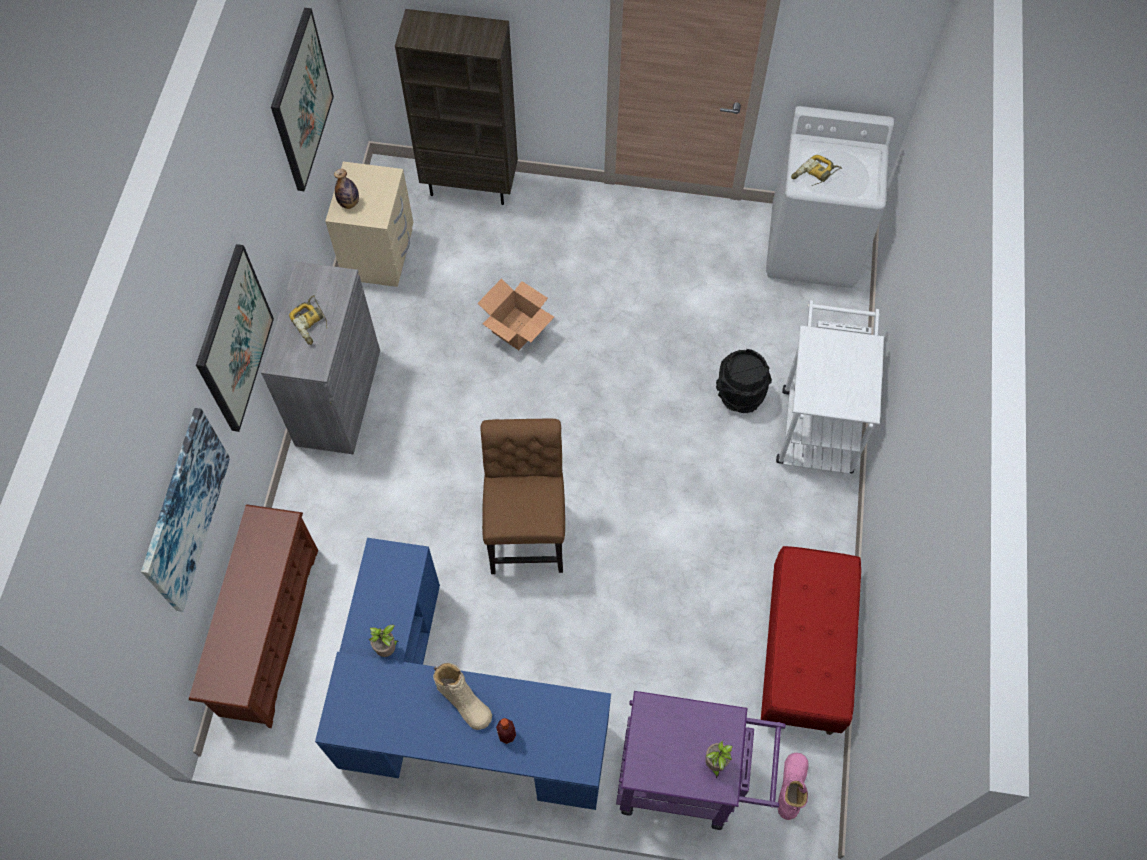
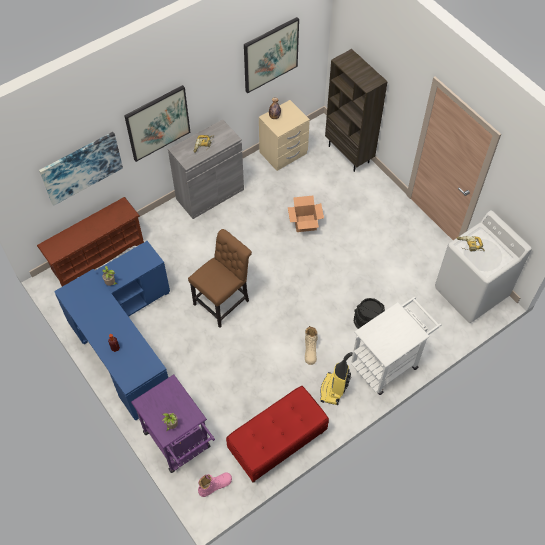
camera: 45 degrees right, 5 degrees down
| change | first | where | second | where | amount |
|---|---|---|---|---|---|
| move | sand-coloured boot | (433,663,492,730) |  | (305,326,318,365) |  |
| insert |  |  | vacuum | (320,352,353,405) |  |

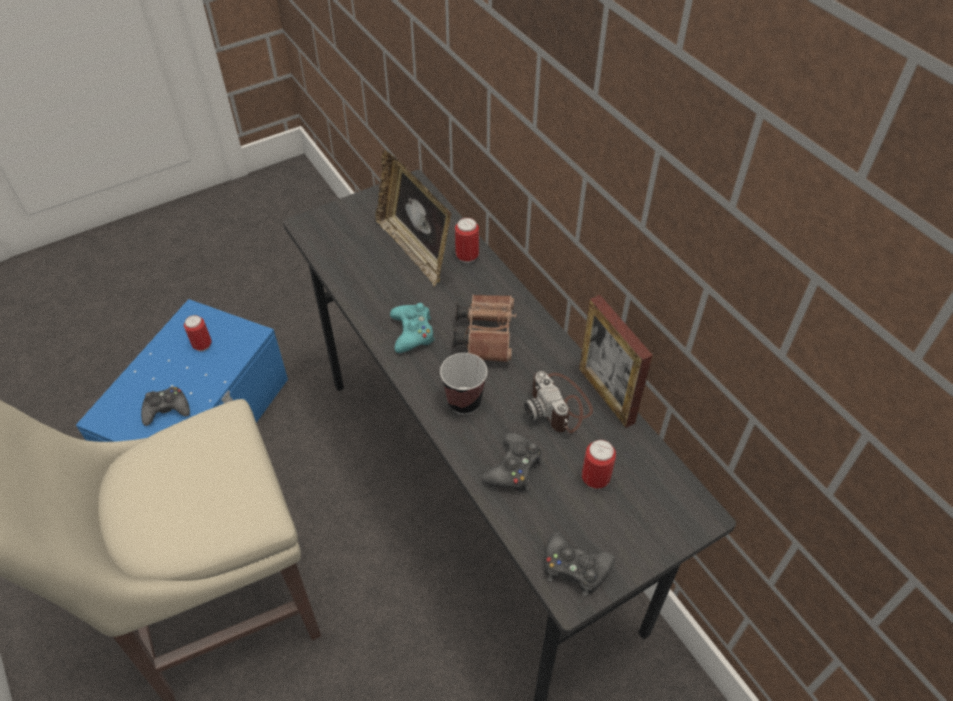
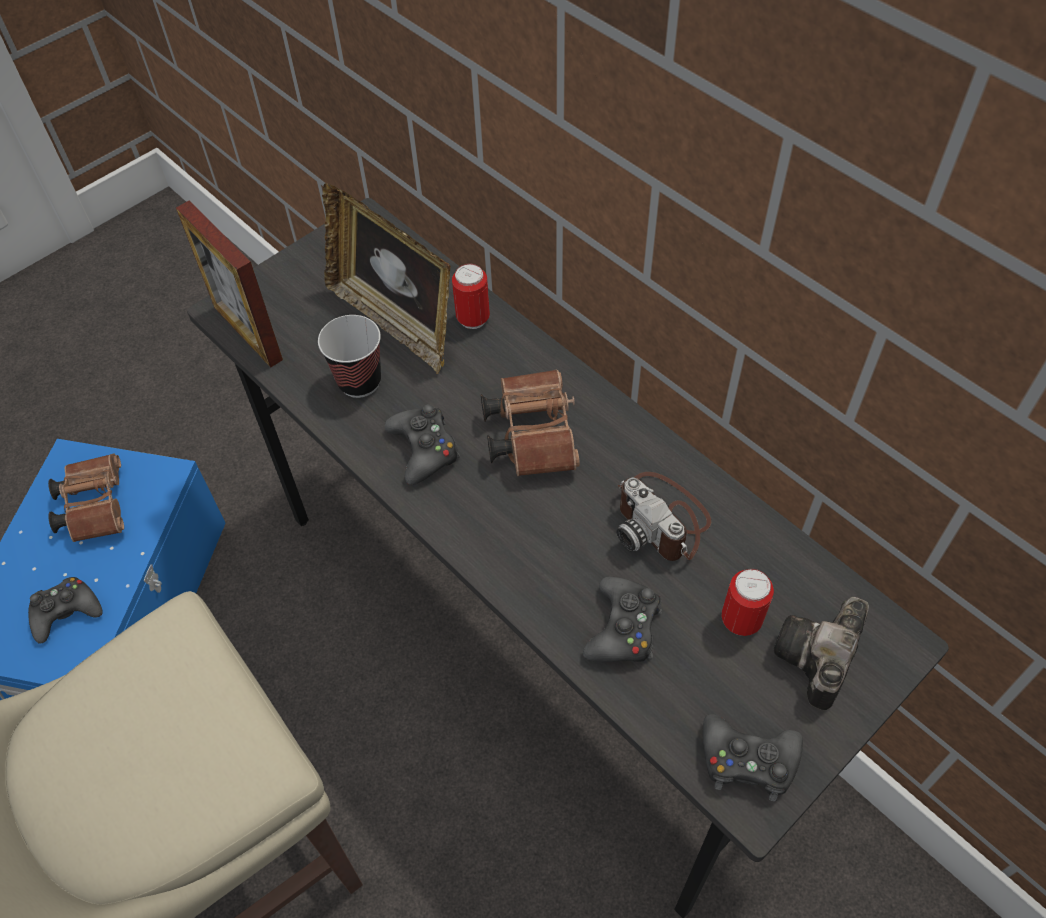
camera: 10 degrees left, 5 degrees up
| change | first | where | second | where | amount |
|---|---|---|---|---|---|
| move | photo frame | (579,295,653,428) |  | (176,200,283,368) |  |
| recolor | turquoise-coloured joypad | (390,303,435,353) | blackish joypad | (385,404,460,485) |  |
| replace | sealed can | (184,315,212,351) | brownish binoculars | (48,453,124,542) |  |
| move | drinking cup | (440,353,487,415) |  | (318,315,381,398) |  |
| insert |  |  | photo camera | (774,597,869,711) |  |

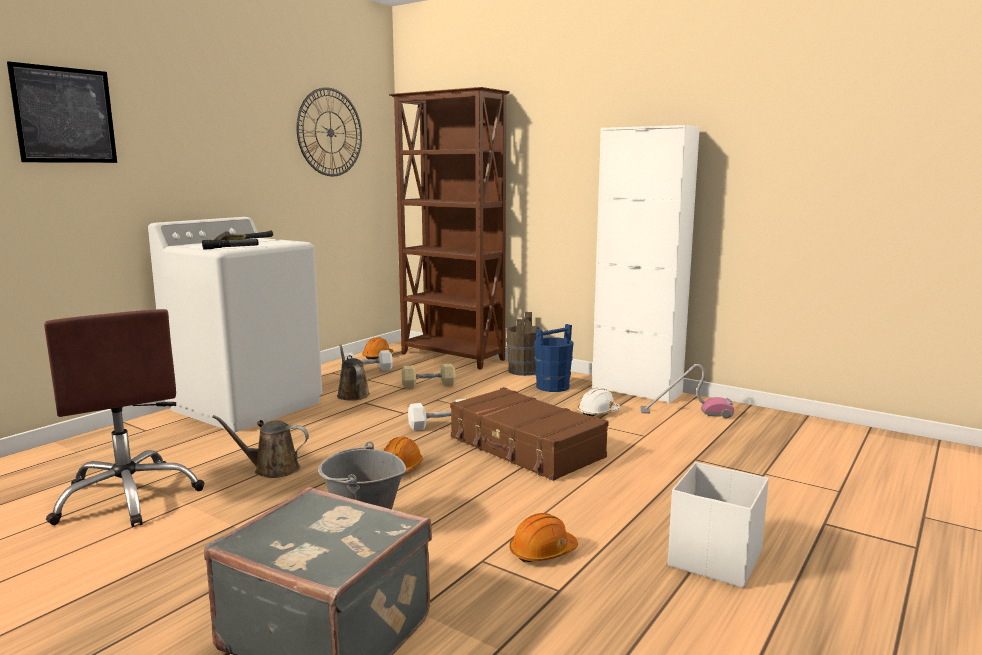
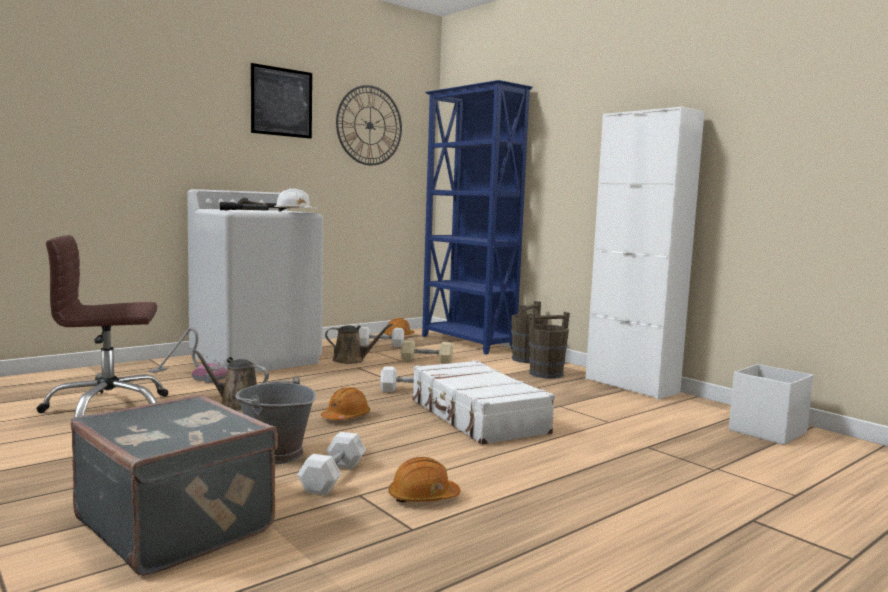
camera: 15 degrees right, 5 degrees down
| change | first | where | second | where | amount |
|---|---|---|---|---|---|
| move | wall picture | (7,61,117,163) |  | (251,63,312,139) |  |
| recolor | brownish shelving unit | (389,87,510,370) | blue-coloured shelving unit | (422,80,533,354) |  |
| rotate | brownish office chair | (44,309,204,527) |  | (37,235,168,417) | 90 degrees clockwise |
| recolor | blue-coloured water bucket | (534,324,574,392) | brownish water bucket | (529,312,570,378) |  |
| rotate | brownish watering can | (337,344,370,400) |  | (325,324,393,364) | 105 degrees clockwise |
| move | vacuum | (641,364,734,418) |  | (148,327,227,384) |  |
| recolor | brownish suitcase | (450,387,609,481) | whitish suitcase | (412,360,555,444) |  |
| move | whitish work helmet | (578,388,621,416) |  | (274,188,317,212) |  |
| move | whitish storage box | (667,462,769,588) |  | (729,364,813,445) |  |
| insert |  |  | whitish hand weight | (297,432,366,496) |  |

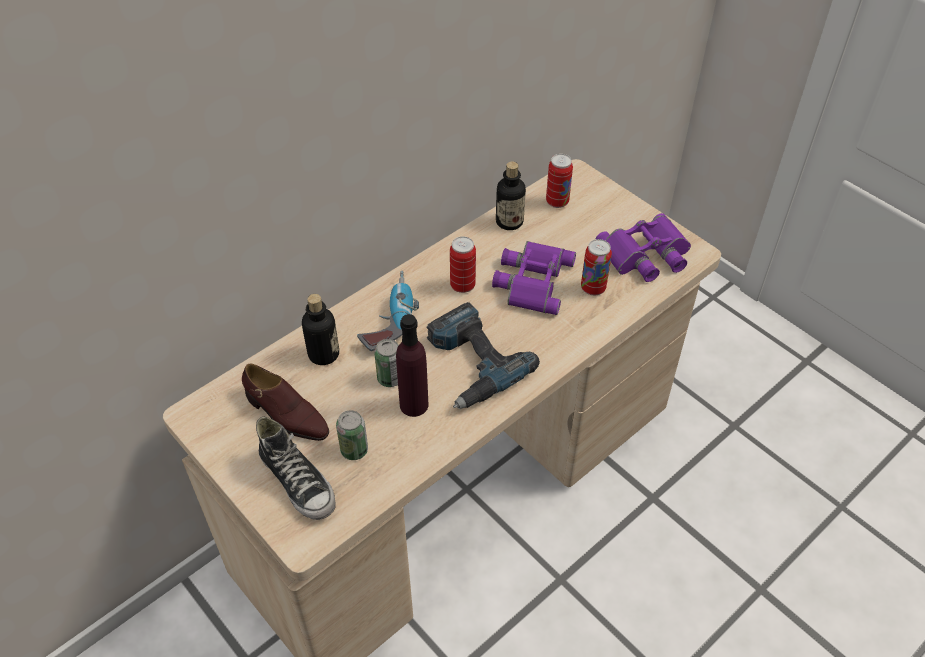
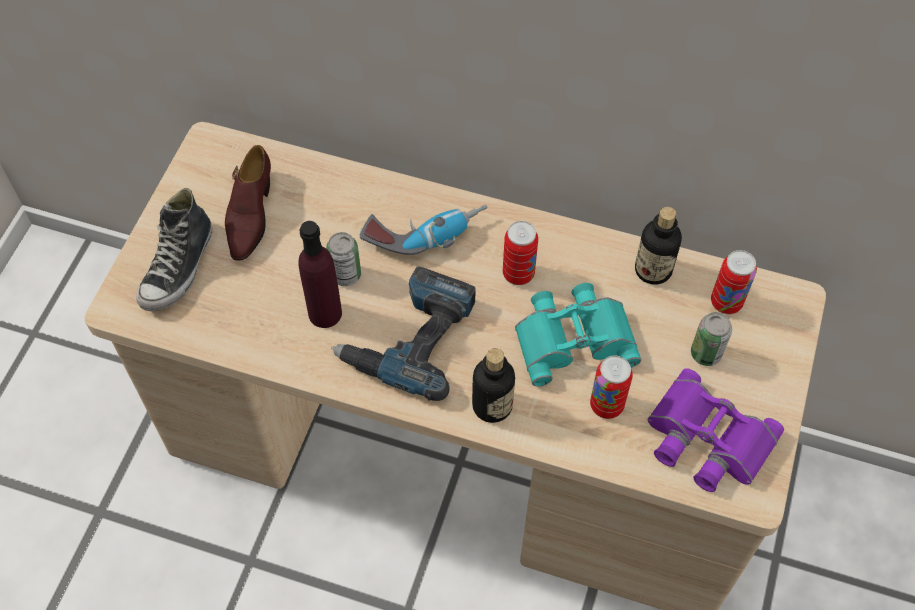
camera: 60 degrees right, 10 degrees up
| change | first | where | second | where | amount |
|---|---|---|---|---|---|
| recolor | purple-coloured binoculars | (492,241,576,315) | turquoise-coloured binoculars | (515,283,641,386) |  |
| move | drink bottle | (302,294,339,365) |  | (472,348,515,423) |  |
| move | sealed can | (336,410,368,460) |  | (691,312,732,366) |  |

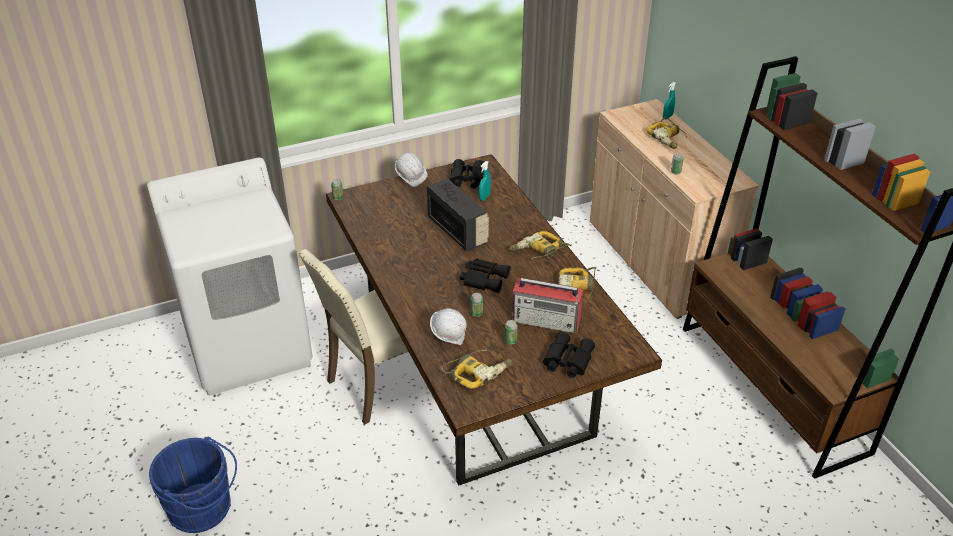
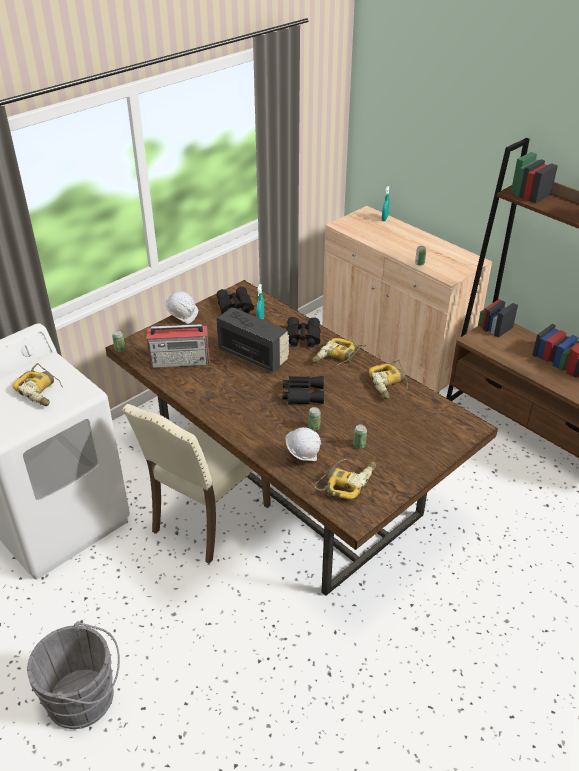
camera: 20 degrees left, 0 degrees up
| change | first | where | second | where | amount |
|---|---|---|---|---|---|
| move | electric drill | (646,117,687,149) |  | (12,363,63,406) |  |
| move | radio receiver | (512,278,583,333) |  | (147,324,209,368) |  |
| move | blackish binoculars | (543,332,595,378) |  | (286,317,321,347) |  |
| recolor | blue-coloured water bucket | (149,437,237,533) | gray water bucket | (27,622,120,729) |  |

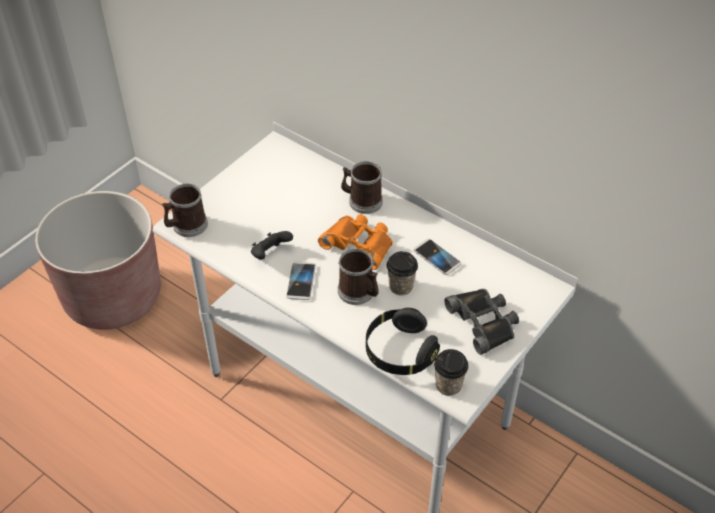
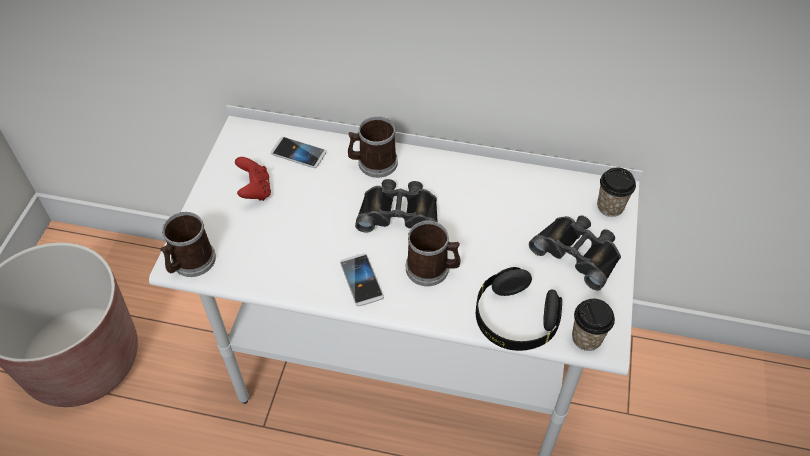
camera: 25 degrees left, 5 degrees up
| change | first | where | second | where | amount |
|---|---|---|---|---|---|
| recolor | orangey binoculars | (318,214,393,270) | blackish binoculars | (355,179,438,233) |  |
| delete | blackish joypad | (251,231,293,259) |  |  |  |
| move | telephone | (413,239,461,275) |  | (271,137,326,168) |  |
| move | drinking cup | (387,251,418,296) |  | (597,168,636,217) |  |
| insert |  |  | reddish joypad | (235,157,271,201) |  |

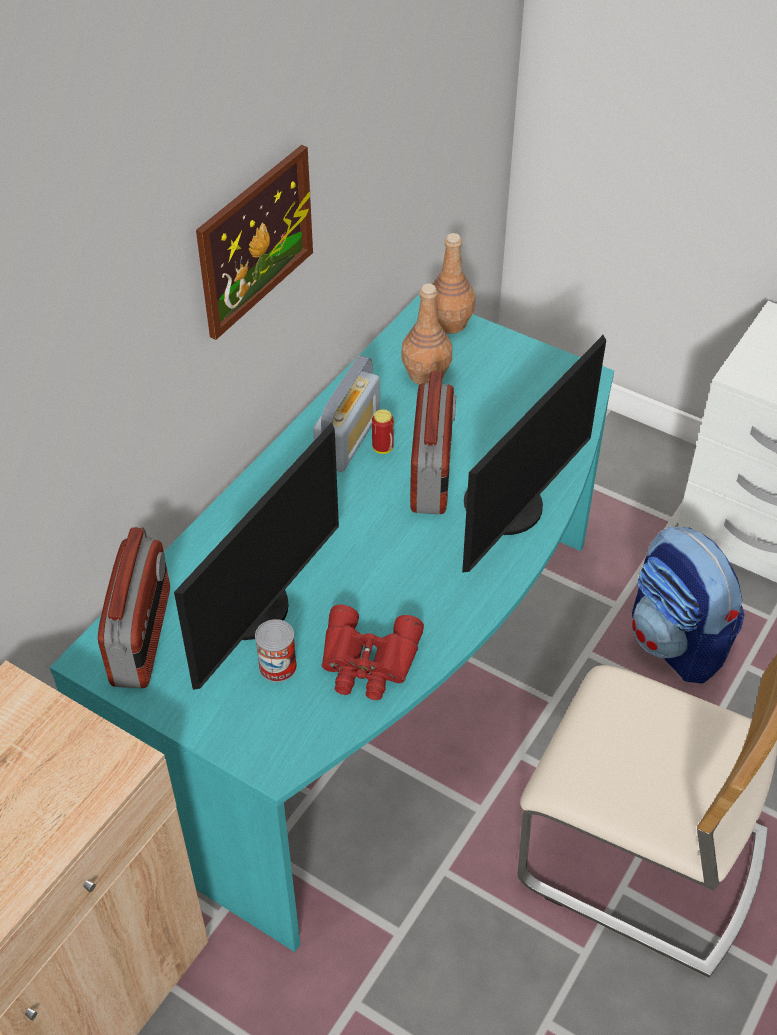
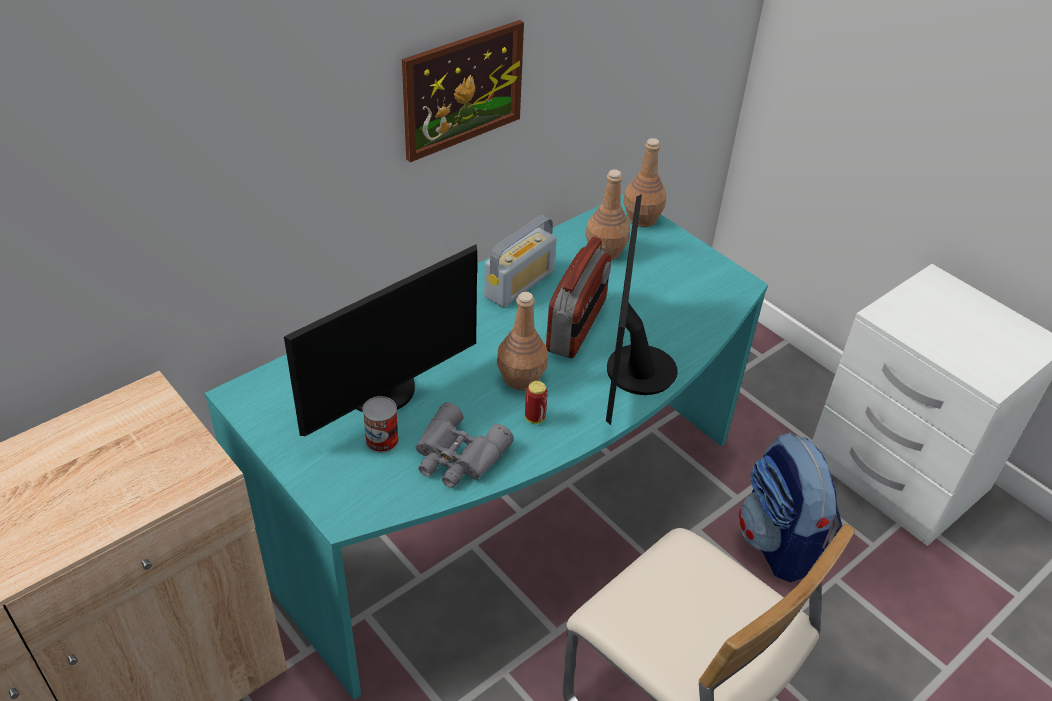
camera: 15 degrees right, 5 degrees down
| change | first | where | second | where | amount |
|---|---|---|---|---|---|
| rotate | computer screen | (462,335,606,573) |  | (606,194,678,425) | 135 degrees clockwise |
| move | sealed can | (372,409,394,454) |  | (525,381,548,424) |  |
| delete | radio receiver | (98,527,170,688) |  |  |  |
| recolor | reddish binoculars | (322,605,424,700) | gray binoculars | (416,402,514,488) |  |
| insert |  |  | brownish drink bottle | (497,292,548,390) |  |

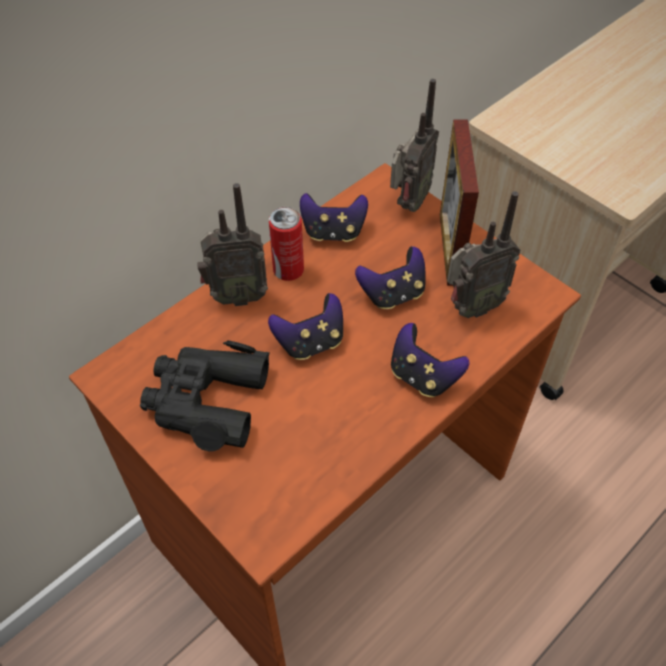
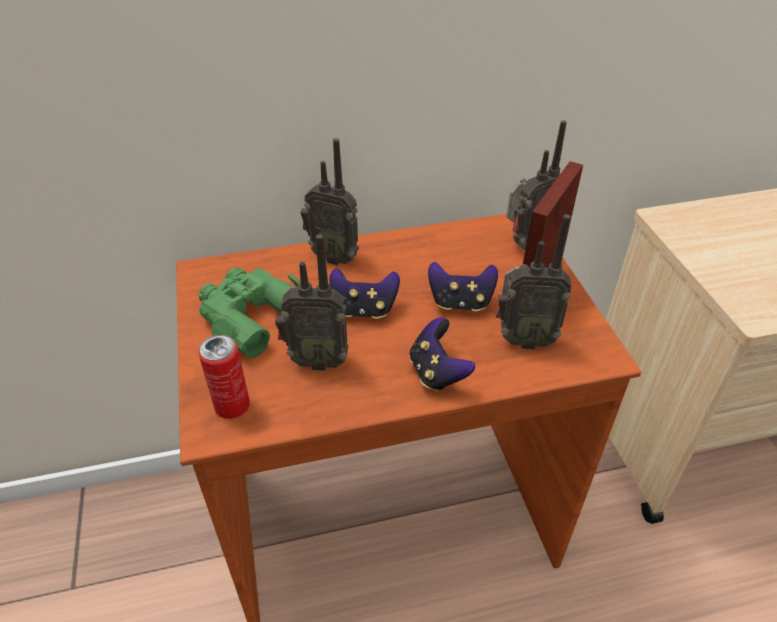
camera: 30 degrees right, 10 degrees down
| change | first | where | second | where | amount |
|---|---|---|---|---|---|
| delete | joypad | (300,193,368,242) |  |  |  |
| move | sealed can | (269,207,304,281) |  | (199,335,250,419) |  |
| recolor | blackish binoculars | (140,340,270,451) | greenish binoculars | (198,267,301,358) |  |
| insert |  |  | radio receiver | (275,234,349,371) |  |

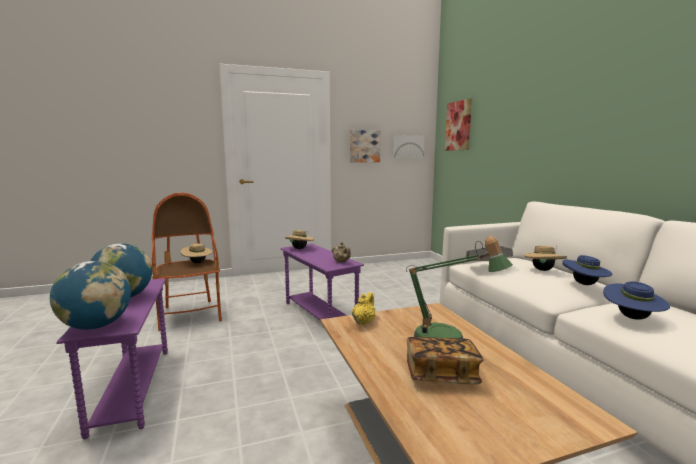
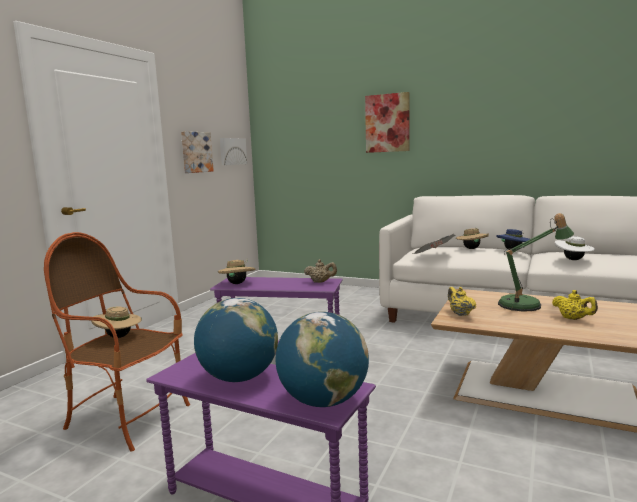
camera: 45 degrees left, 0 degrees up
| change | first | where | second | where | amount |
|---|---|---|---|---|---|
| move | wall picture | (445,99,472,151) |  | (365,92,410,153) |  |
| recolor | blue-coloured clothing hat | (603,281,670,320) | whitish clothing hat | (555,236,595,260) |  |
| replace | bound book | (407,337,484,384) | yellow pot for tea | (552,290,598,320) |  |

